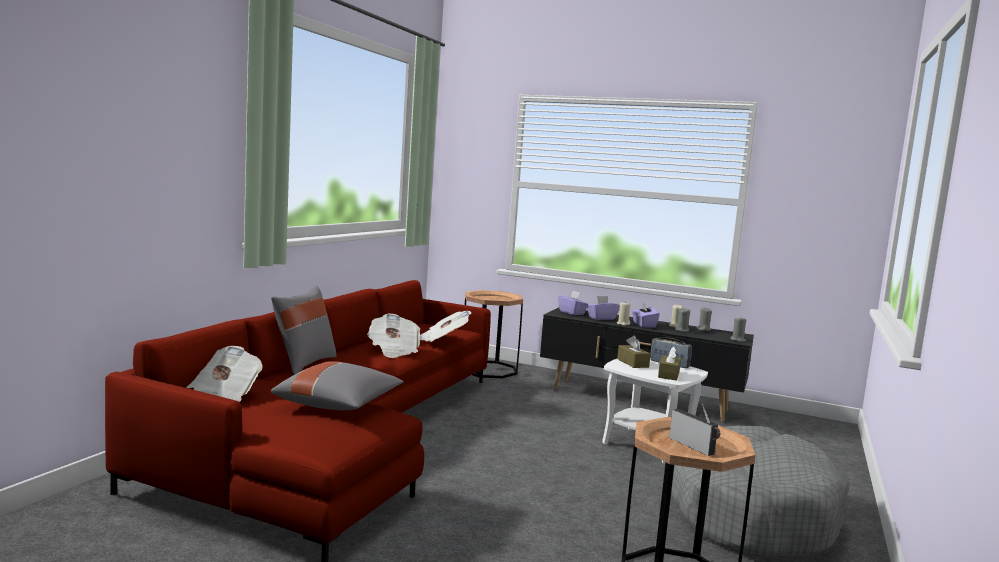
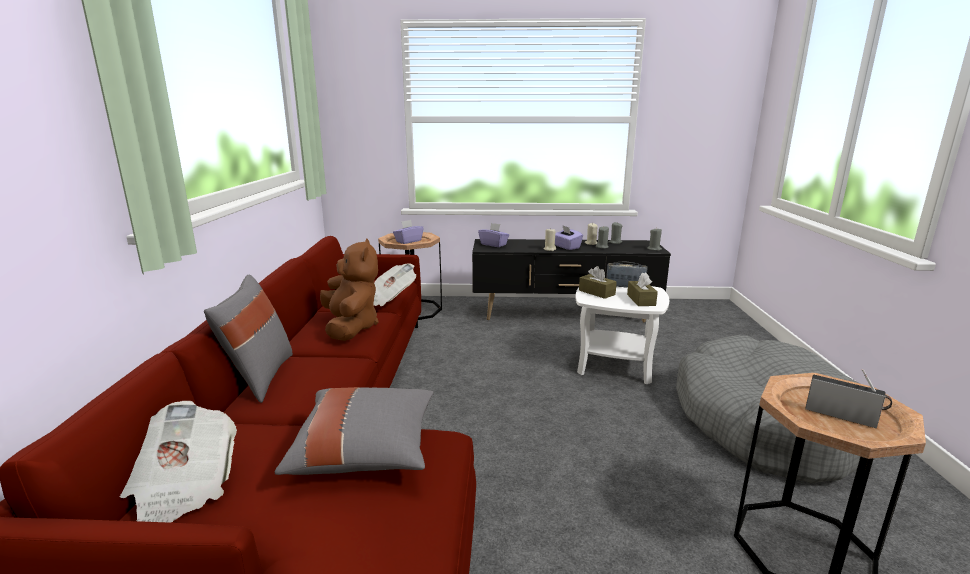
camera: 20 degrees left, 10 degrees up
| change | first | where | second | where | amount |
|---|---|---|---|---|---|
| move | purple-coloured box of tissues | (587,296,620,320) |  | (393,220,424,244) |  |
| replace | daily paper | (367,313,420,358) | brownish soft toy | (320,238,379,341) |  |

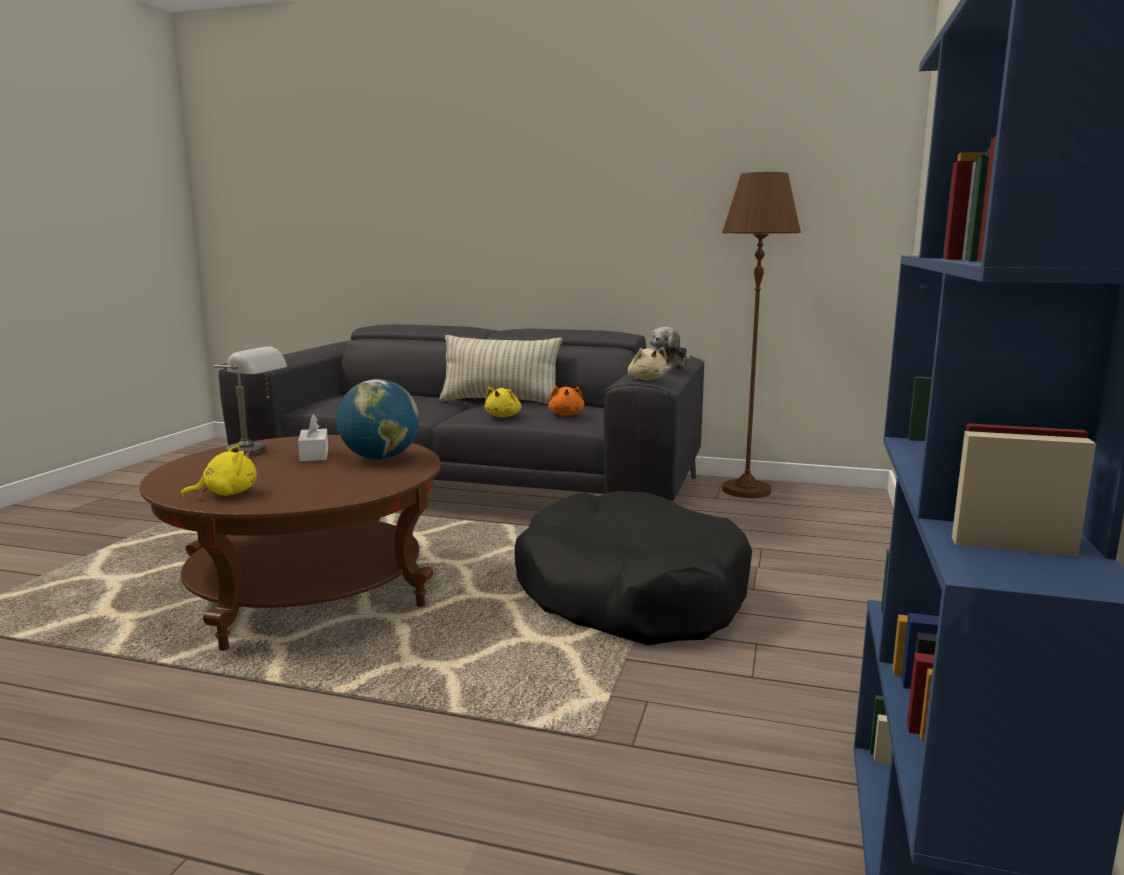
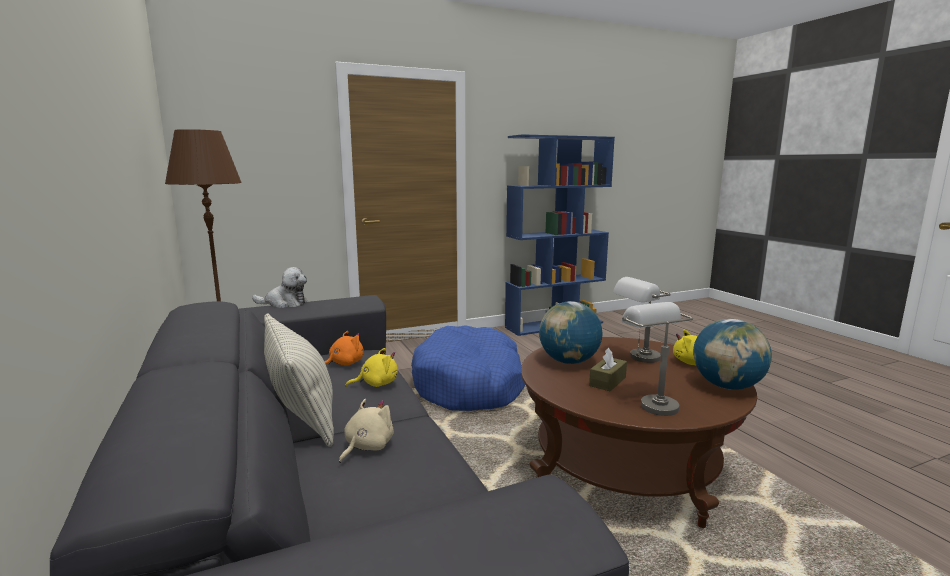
camera: 130 degrees left, 0 degrees up
| change | first | where | second | where | amount |
|---|---|---|---|---|---|
| move | sand-coloured soft toy | (628,347,667,380) |  | (339,399,394,463) |  |
| recolor | whitish box of tissues | (298,414,328,462) | brownish box of tissues | (589,348,627,391) |  |
| recolor | blackish dog cushion | (515,491,752,645) | blue-coloured dog cushion | (411,325,525,411) |  |
| insert |  |  | gray table lamp | (613,277,671,363) |  |
| insert |  |  | desk globe | (693,319,772,390) |  |

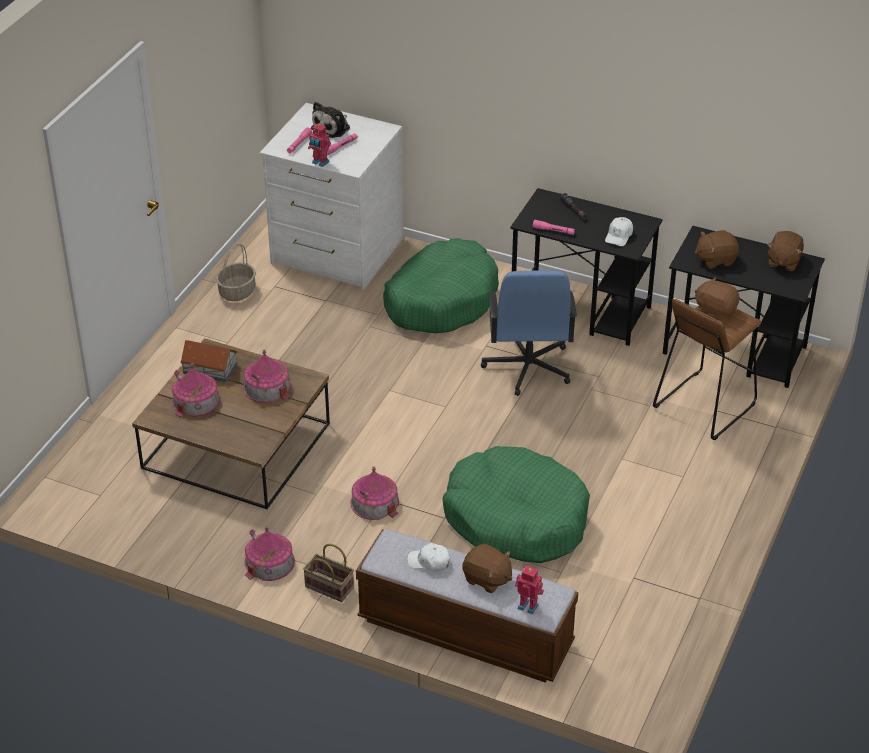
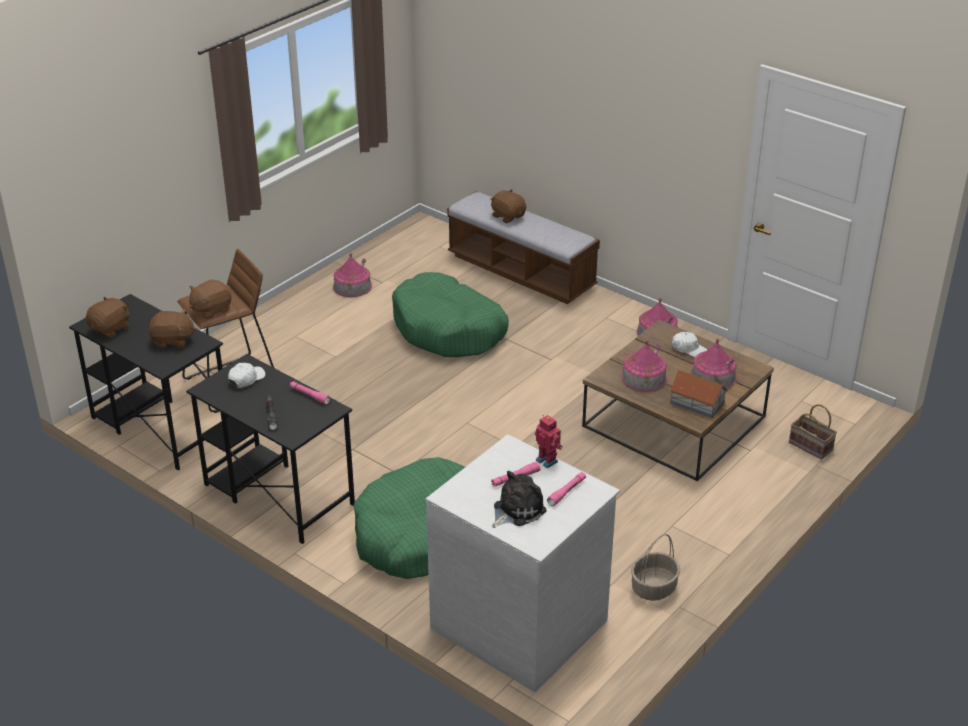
camera: 165 degrees left, 5 degrees down
| change | first | where | second | where | amount |
|---|---|---|---|---|---|
| delete | blue-coloured office chair | (481,271,577,396) |  |  |  |
| rotate | brownish soft toy | (695,277,739,321) |  | (189,279,231,319) | 90 degrees clockwise |
| move | miniature house | (351,467,399,520) |  | (333,253,372,297) |  |
| move | whitish baseball cap | (407,543,450,571) |  | (672,332,707,357) |  |
| move | household basket | (303,544,354,602) |  | (789,404,837,459) |  |
| delete | robot figure | (515,565,544,614) |  |  |  |

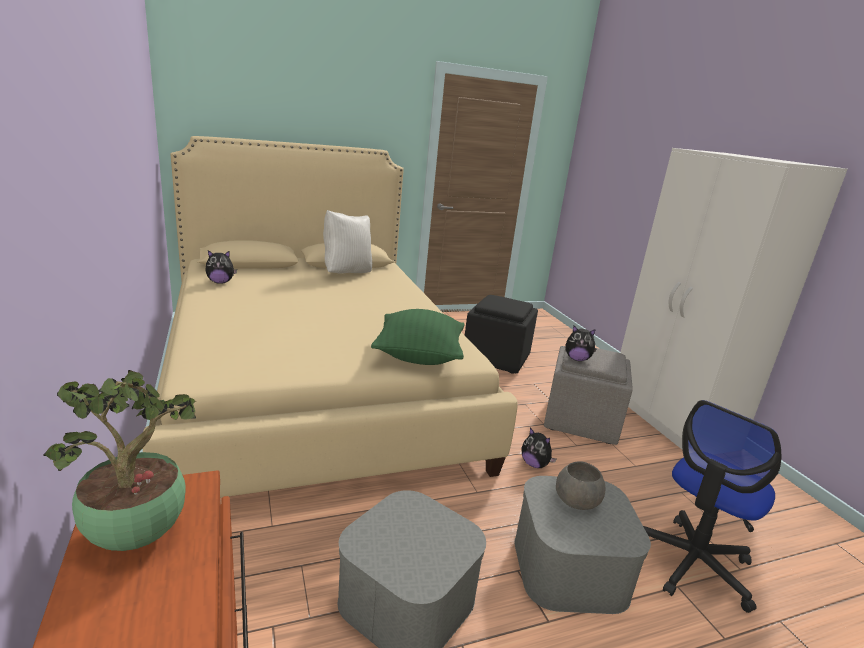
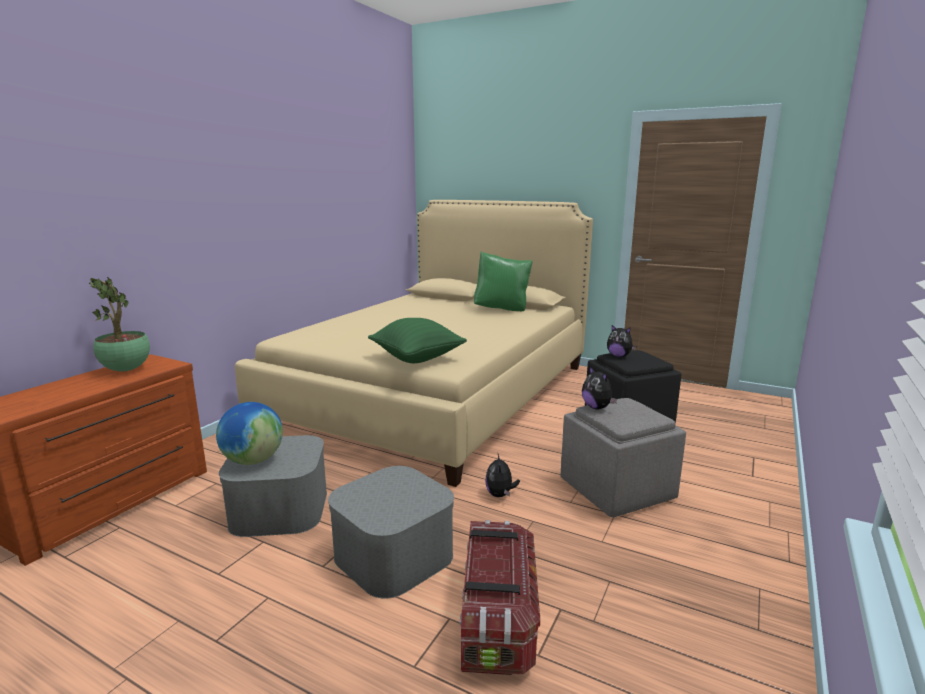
camera: 50 degrees right, 5 degrees down
| change | first | where | second | where | amount |
|---|---|---|---|---|---|
| delete | whitish wardrobe | (620,148,847,449) |  |  |  |
| recolor | whitish cushion | (323,210,372,273) | greenish cushion | (474,252,533,311) |  |
| move | soft toy | (205,250,237,284) |  | (607,325,636,357) |  |
| replace | office chair | (643,400,781,613) | storage box | (460,520,540,675) |  |
| delete | gray bowl | (556,461,606,510) |  |  |  |
| insert |  |  | desk globe | (216,402,283,465) |  |

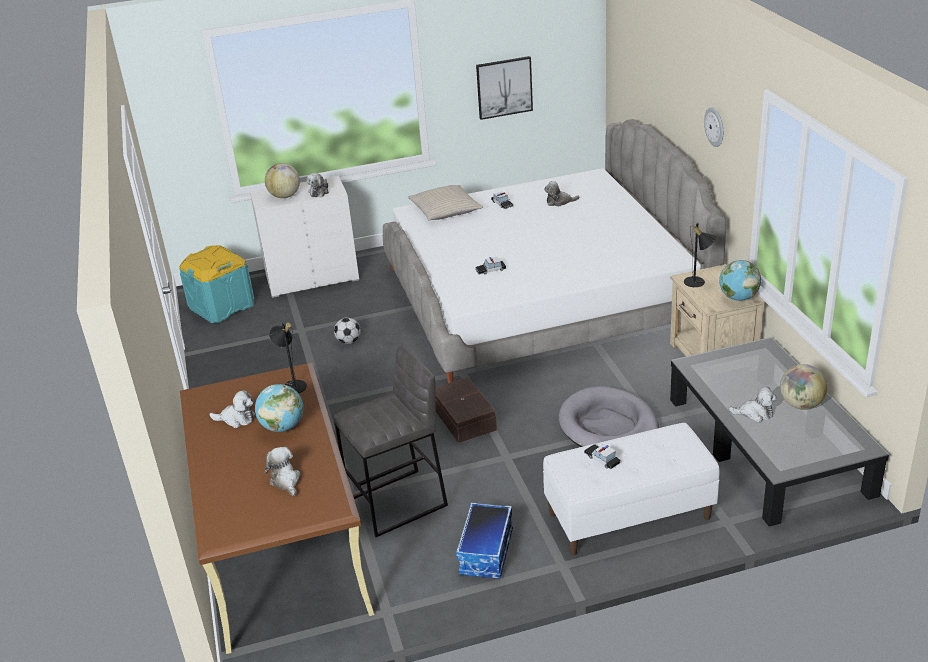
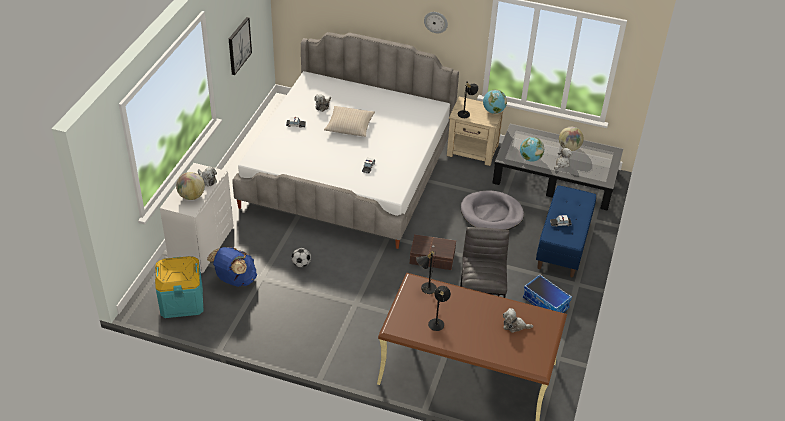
camera: 60 degrees left, 10 degrees up
| change | first | where | second | where | amount |
|---|---|---|---|---|---|
| move | sand-coloured cushion | (408,185,483,220) |  | (324,106,375,137) |  |
| move | desk globe | (255,384,303,432) |  | (520,137,544,162) |  |
| replace | soft toy | (209,390,255,428) | blackish table lamp | (428,286,451,331) |  |
| recolor | whitish long seat | (543,423,720,555) | blue-coloured long seat | (536,185,596,277) |  |
| insert |  |  | blue-coloured rucksack | (207,247,257,287) |  |

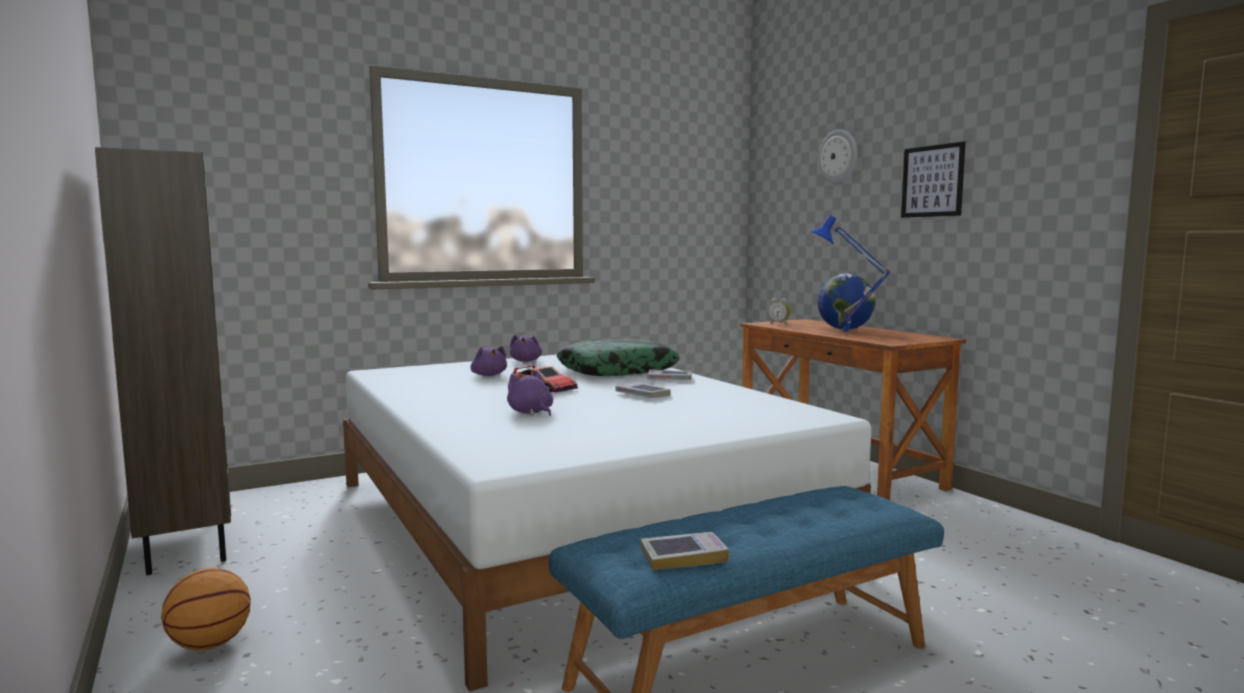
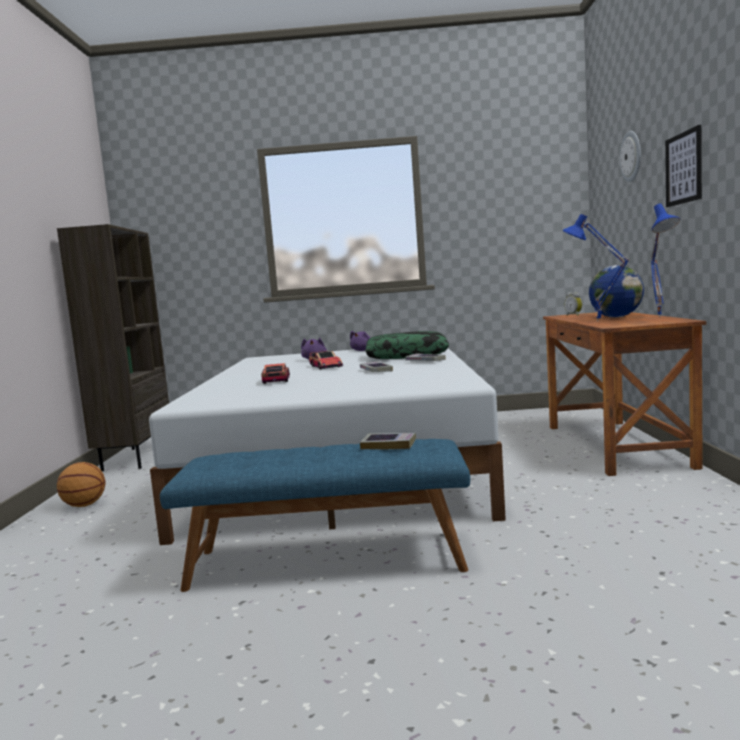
camera: 30 degrees right, 0 degrees up
| change | first | where | second | where | amount |
|---|---|---|---|---|---|
| replace | purple-coloured soft toy | (507,370,553,416) | model car | (261,363,290,384) |  |
| move | bound book | (640,532,729,570) |  | (360,433,416,450) |  |
| insert |  |  | blue-coloured table lamp | (651,203,680,315) |  |

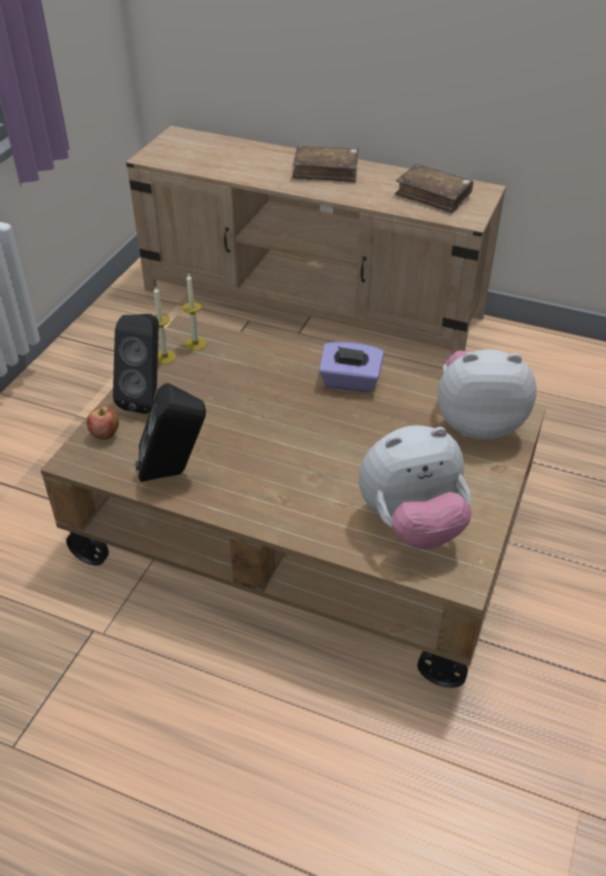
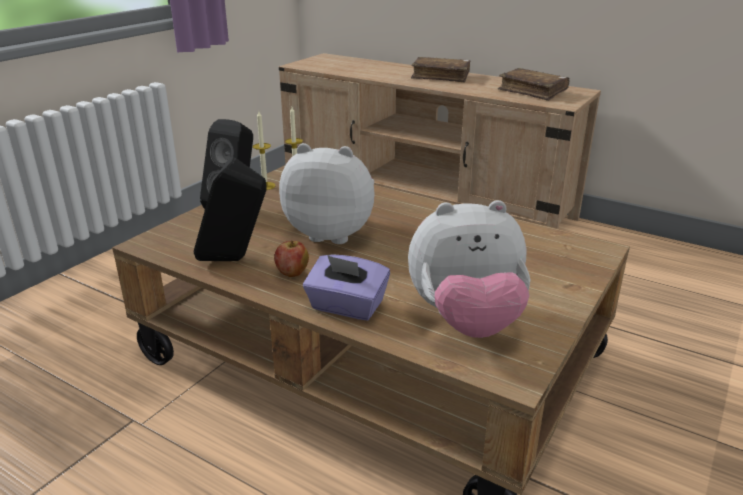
camera: 10 degrees right, 15 degrees down
| change | first | where | second | where | amount |
|---|---|---|---|---|---|
| move | purple-coloured box of tissues | (319,342,384,392) |  | (303,254,390,320) |  |
| move | soft toy | (437,349,537,440) |  | (279,143,375,244) |  |
| move | apple | (87,407,119,440) |  | (274,240,309,277) |  |

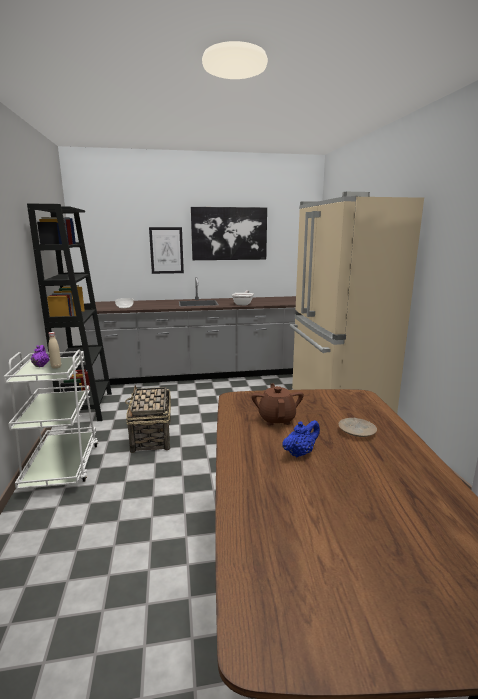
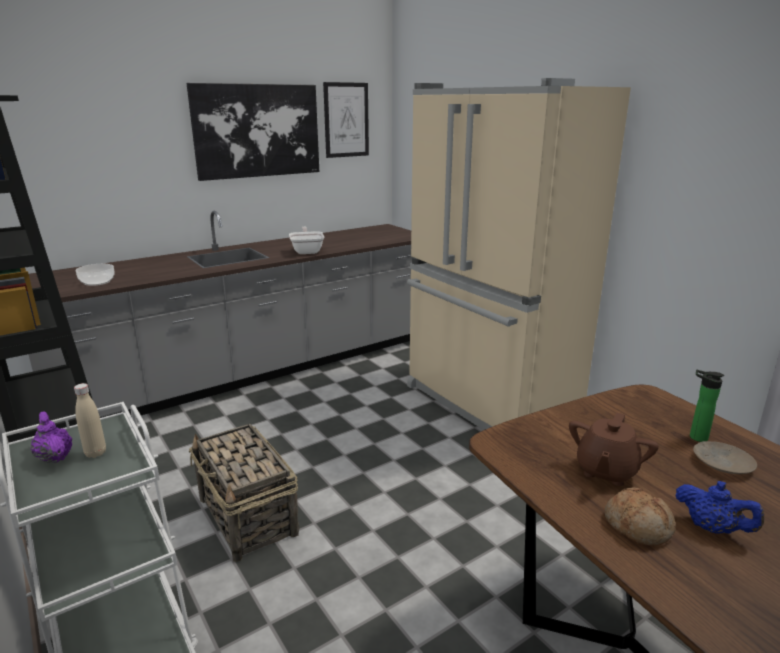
camera: 25 degrees left, 5 degrees up
| change | first | where | second | where | amount |
|---|---|---|---|---|---|
| move | wall picture | (149,227,184,274) |  | (323,82,369,158) |  |
| rotate | brownish pot for tea | (251,384,304,426) |  | (569,412,659,486) | 120 degrees counterclockwise |
| rotate | blue-coloured pot for tea | (282,420,320,458) |  | (675,481,764,534) | 105 degrees clockwise |
| insert |  |  | drink bottle | (690,370,724,442) |  |
| insert |  |  | bakery bread | (605,488,676,546) |  |

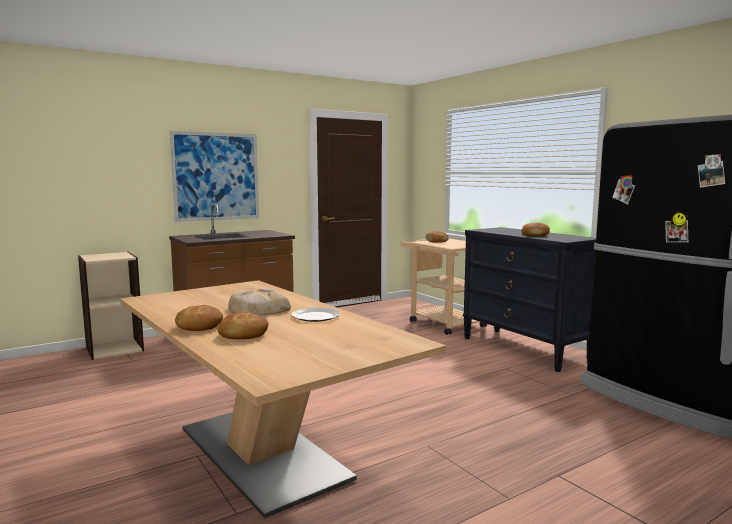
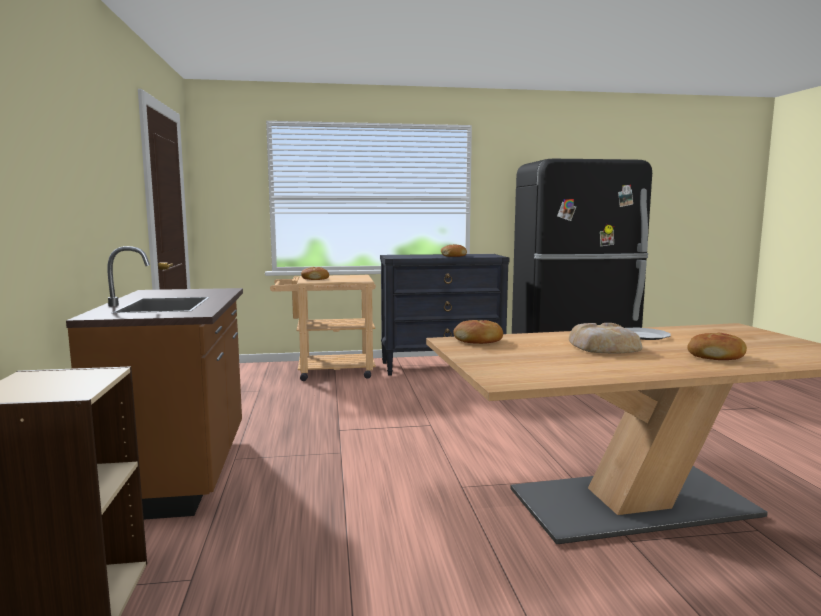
camera: 65 degrees left, 0 degrees up
| change | first | where | second | where | amount |
|---|---|---|---|---|---|
| delete | wall picture | (170,131,259,222) |  |  |  |
| move | bakery bread | (175,305,223,331) |  | (453,320,503,344) |  |

